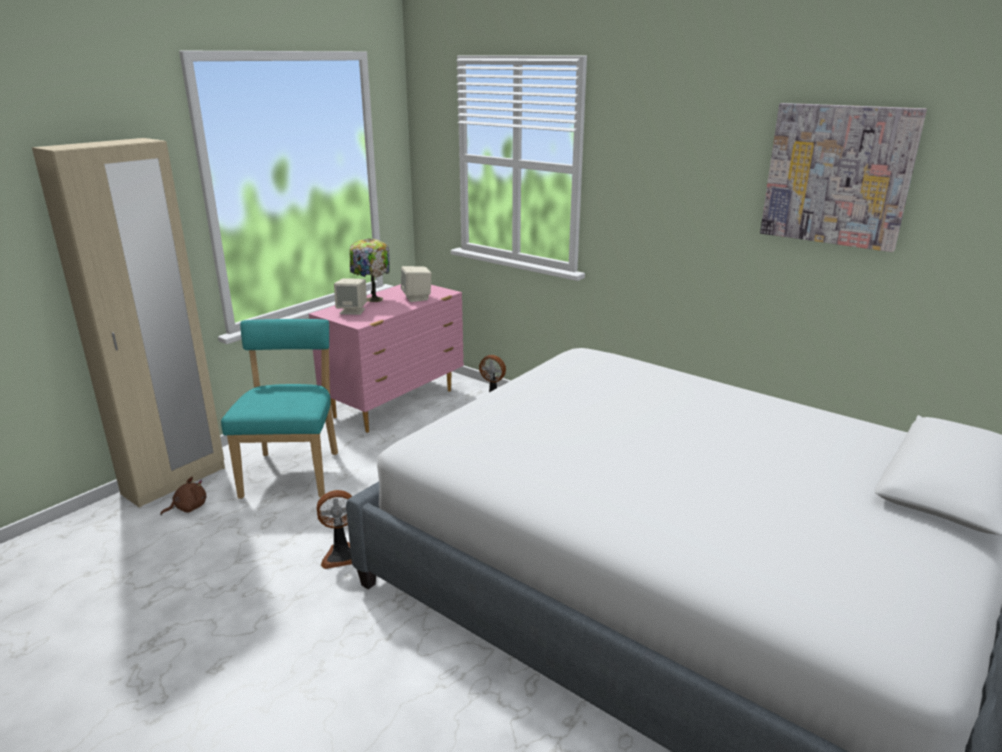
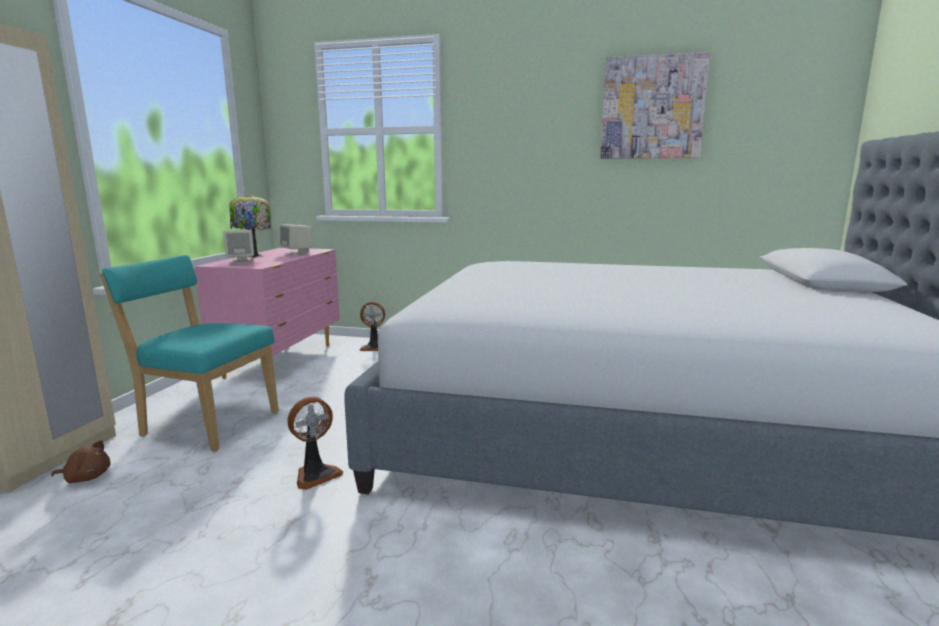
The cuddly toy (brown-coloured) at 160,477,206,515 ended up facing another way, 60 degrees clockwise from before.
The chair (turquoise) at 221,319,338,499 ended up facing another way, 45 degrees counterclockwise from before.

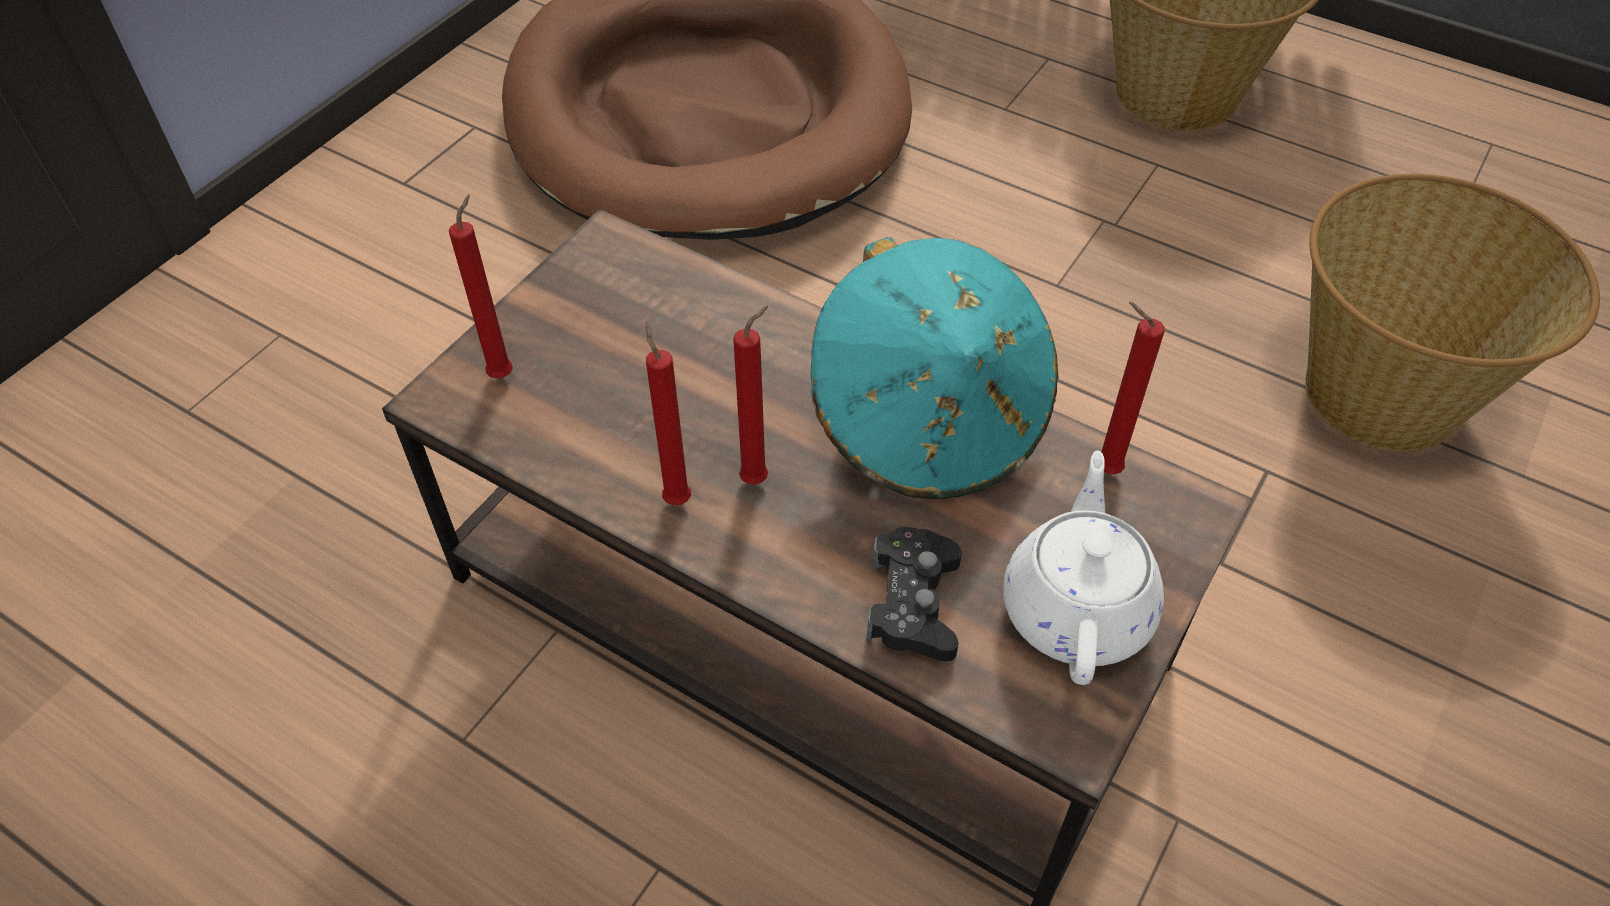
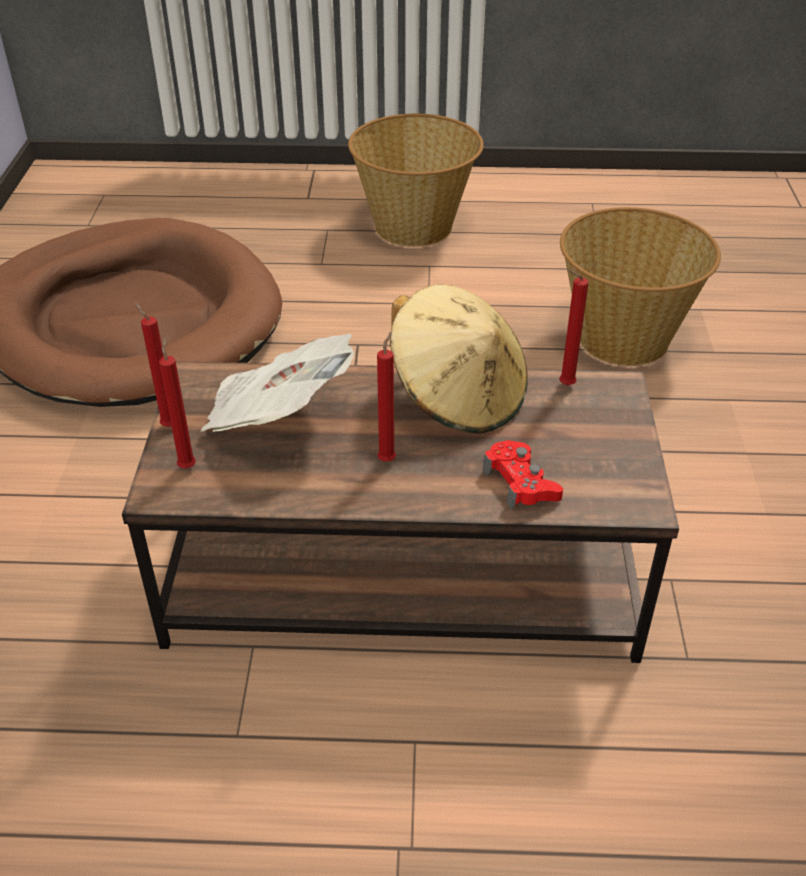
The wax candle (reddish) ended up elsewhere, having gone from 646,322,691,505 to 134,302,171,427.
What was the wearable hat (turquoise) at 811,237,1058,499 turned into the wearable hat (sand-coloured) at 390,284,528,433.
What was the game controller (blackish) at 866,527,962,662 turned into the game controller (reddish) at 483,440,563,509.
The second view lost the pot for tea (white) at 1003,450,1164,685.
The second view gained the daily paper at 201,334,354,432.

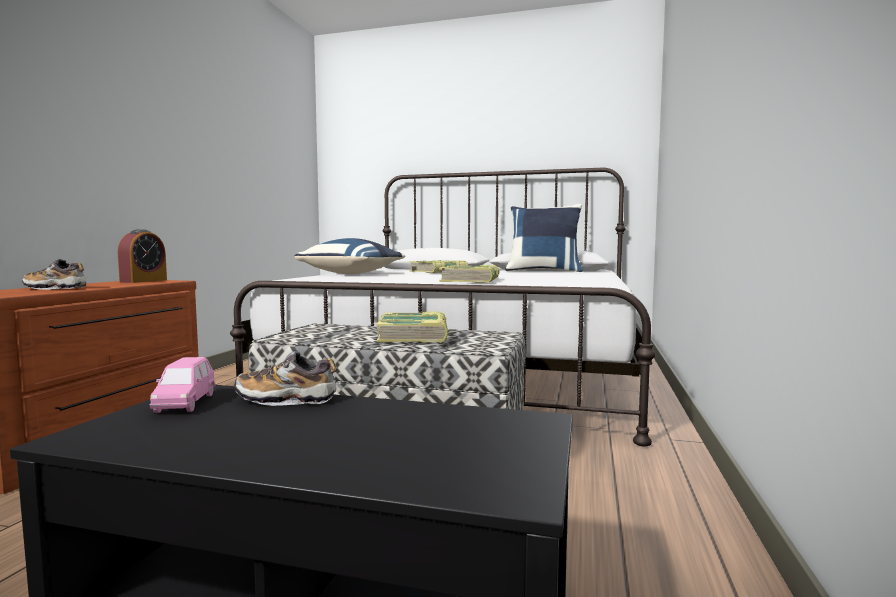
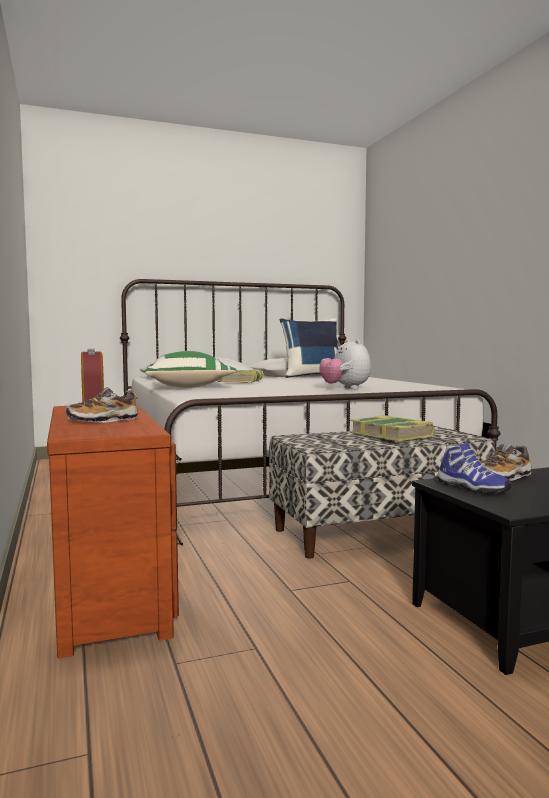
Where the model car (pink) stood at 150,357,215,413, the item of footwear came to stand at 437,443,511,494.
What was the throw pillow (bluish) at 294,238,405,274 turned into the throw pillow (green) at 145,351,236,388.
Where the bound book stood at 439,265,499,283, the cuddly toy came to stand at 319,339,371,389.

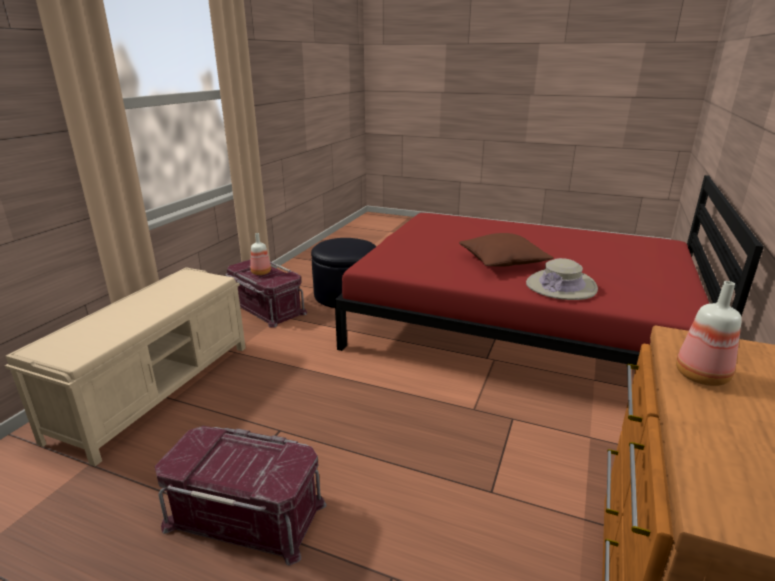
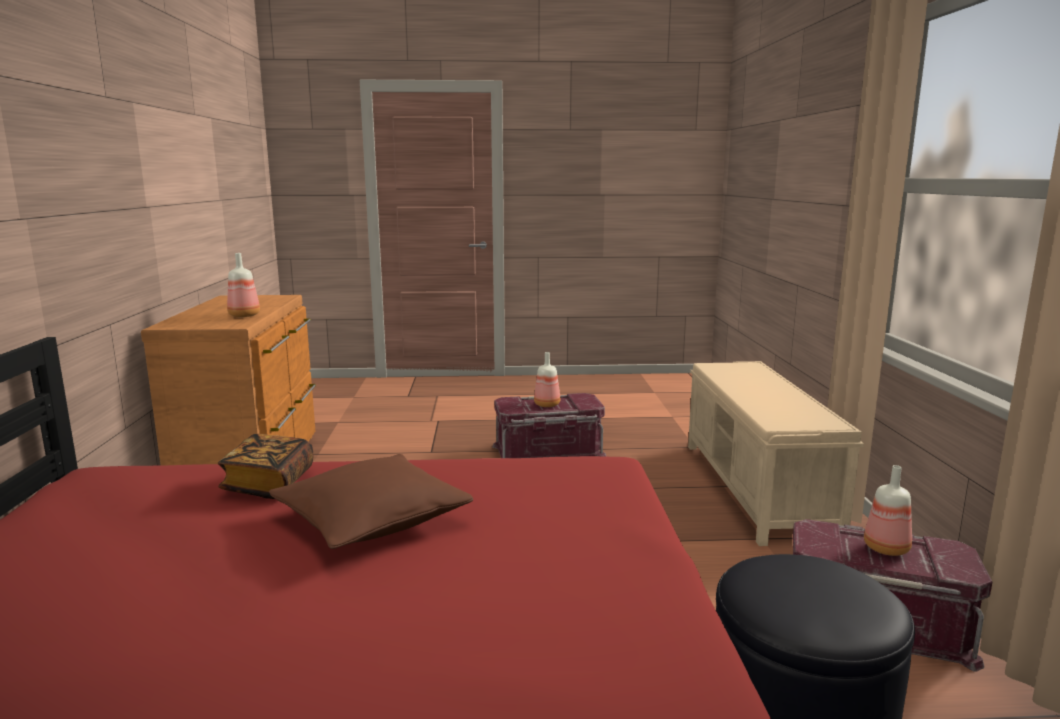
Where the wearable hat (sand-coloured) stood at 526,258,598,300, the bound book came to stand at 218,434,313,499.
The second view gained the beverage bottle at 534,352,560,407.

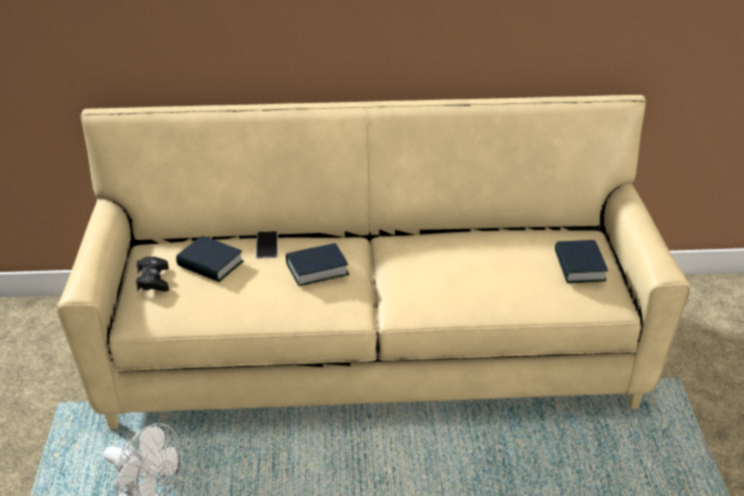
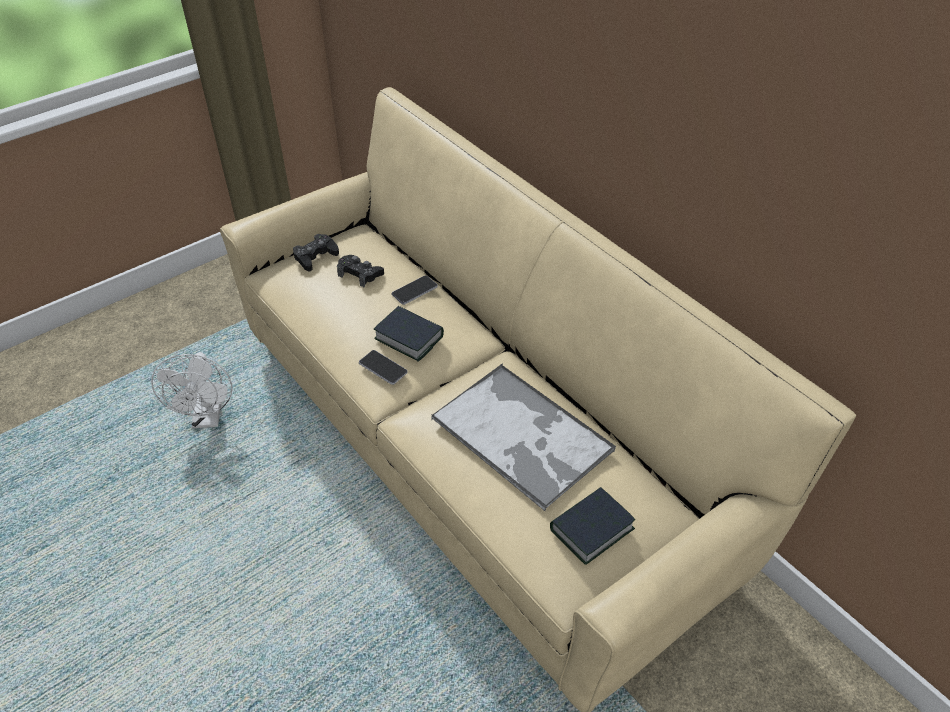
Where the bound book stood at 176,236,243,282, the game controller (blackish) came to stand at 337,255,384,287.
The second view gained the handset at 359,350,408,385.
The second view gained the serving tray at 431,363,616,511.

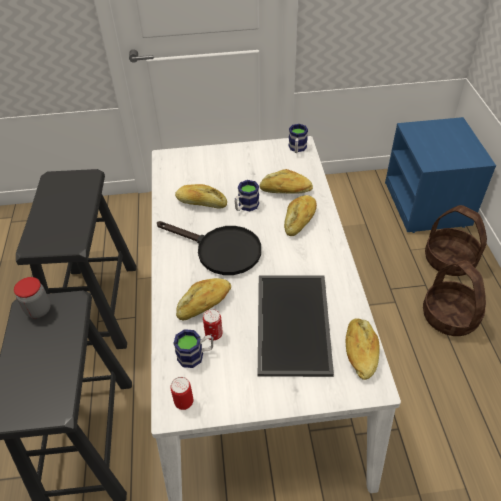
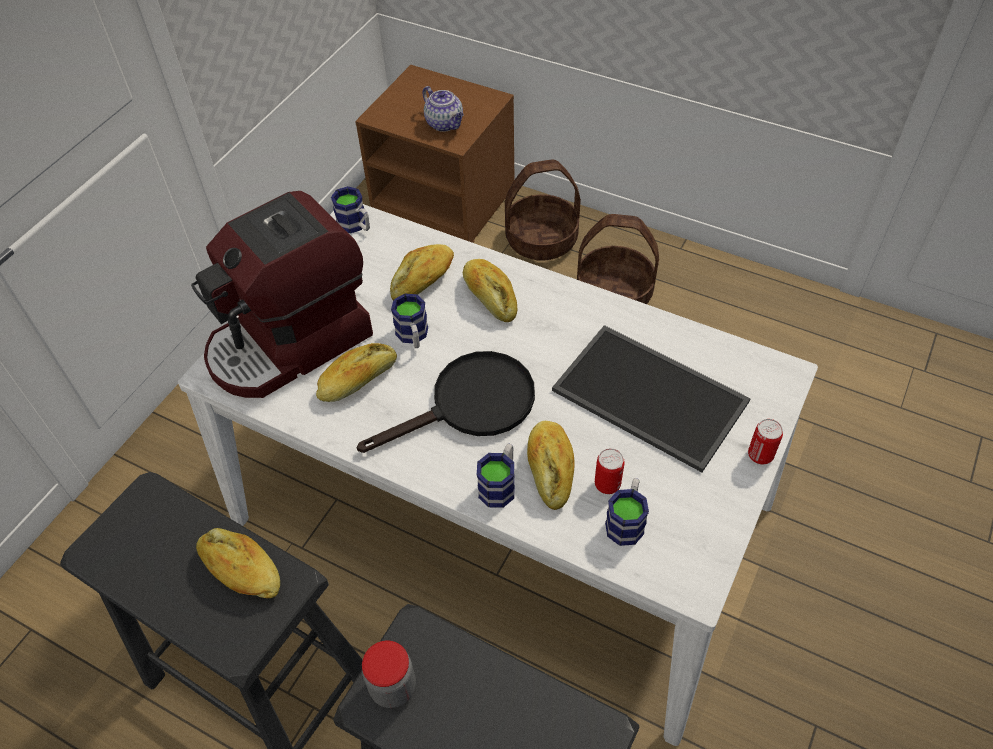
The can ended up elsewhere, having gone from 170,377,193,410 to 748,419,783,464.
The baked bread ended up elsewhere, having gone from 346,318,379,380 to 196,528,280,598.
What was the nightstand (bluish) at 385,117,496,233 turned into the nightstand (brown-coloured) at 355,65,515,243.
The second view gained the coffee brewer at 191,191,373,398.
The second view gained the pot for tea at 422,86,464,132.
The second view gained the coffee mug at 477,443,515,508.

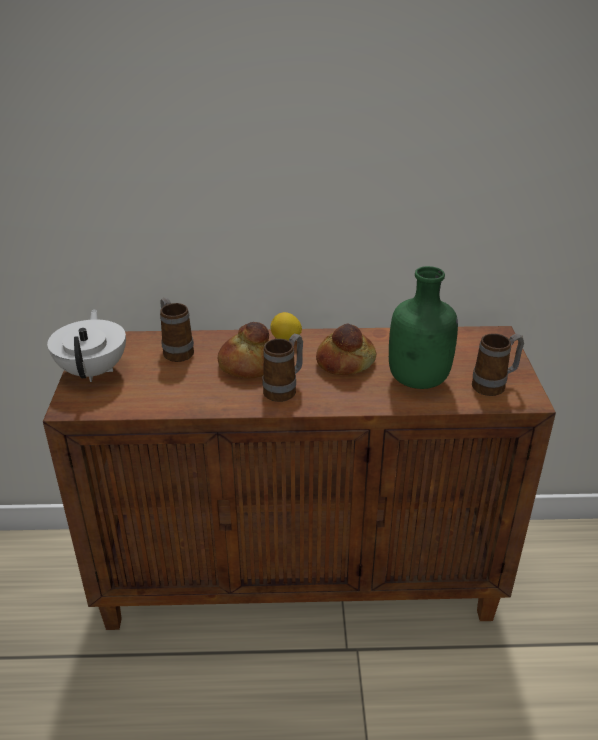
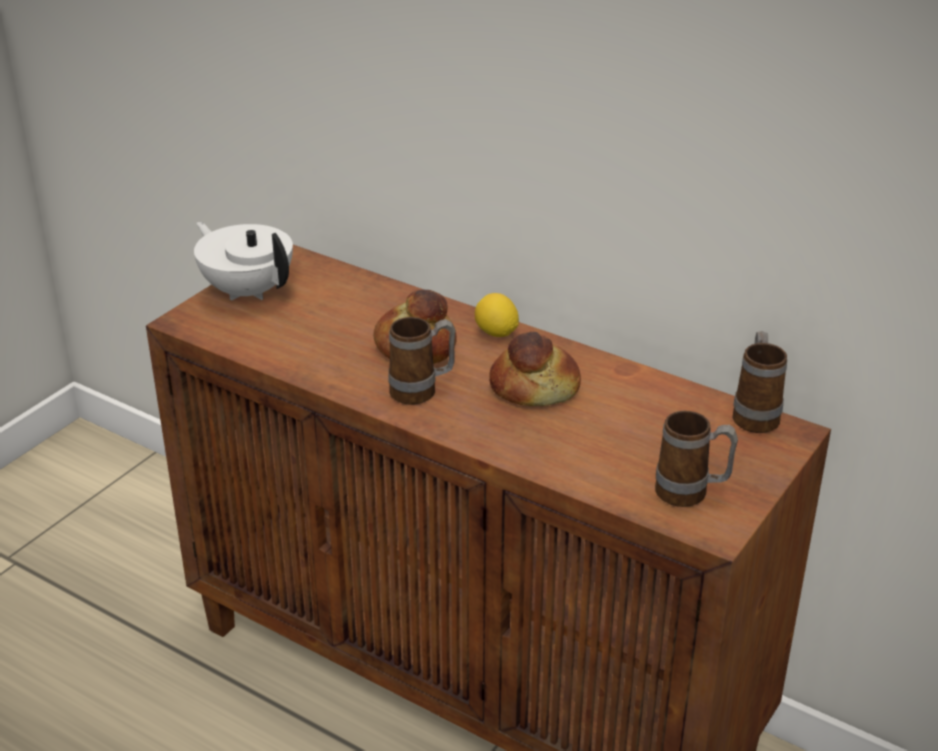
The pot for tea (white) at 47,309,126,382 ended up facing another way, 75 degrees counterclockwise from before.
The coffee mug ended up elsewhere, having gone from 160,298,194,362 to 732,331,787,433.
The second view lost the beverage bottle (green) at 389,266,458,389.

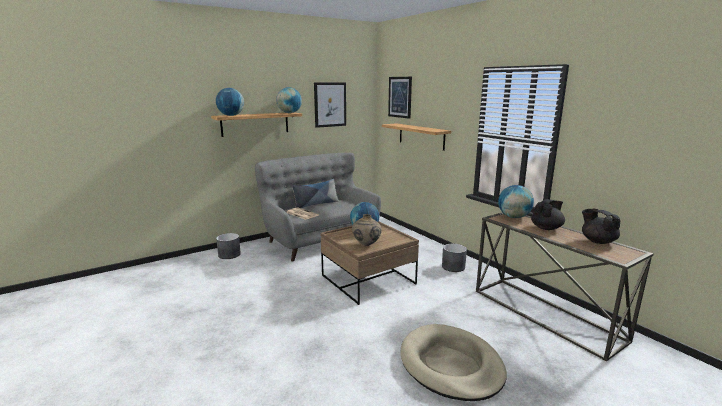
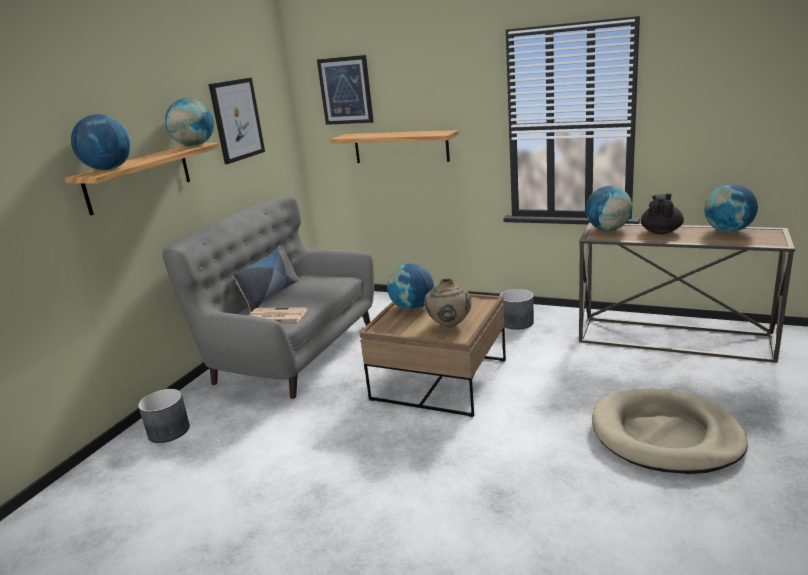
Where the pot for tea (blackish) stood at 582,209,620,244, the globe came to stand at 704,184,758,232.

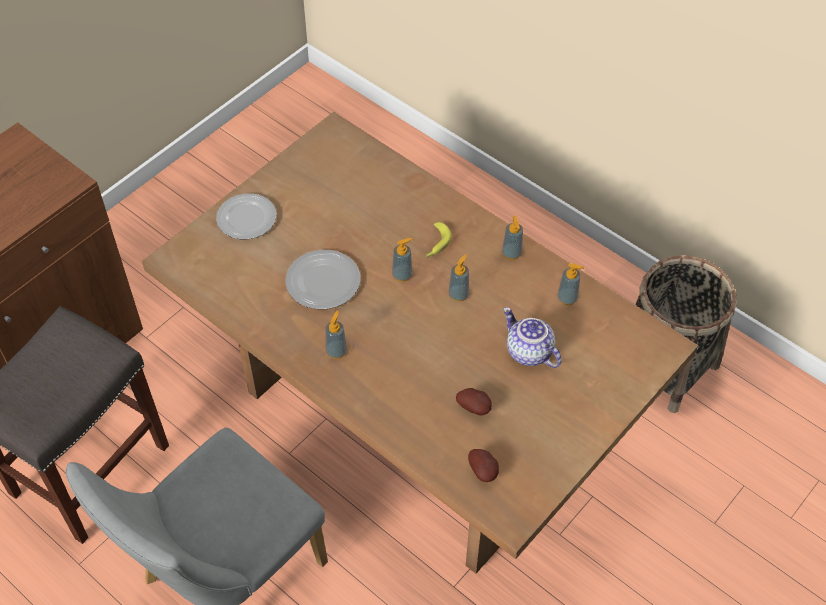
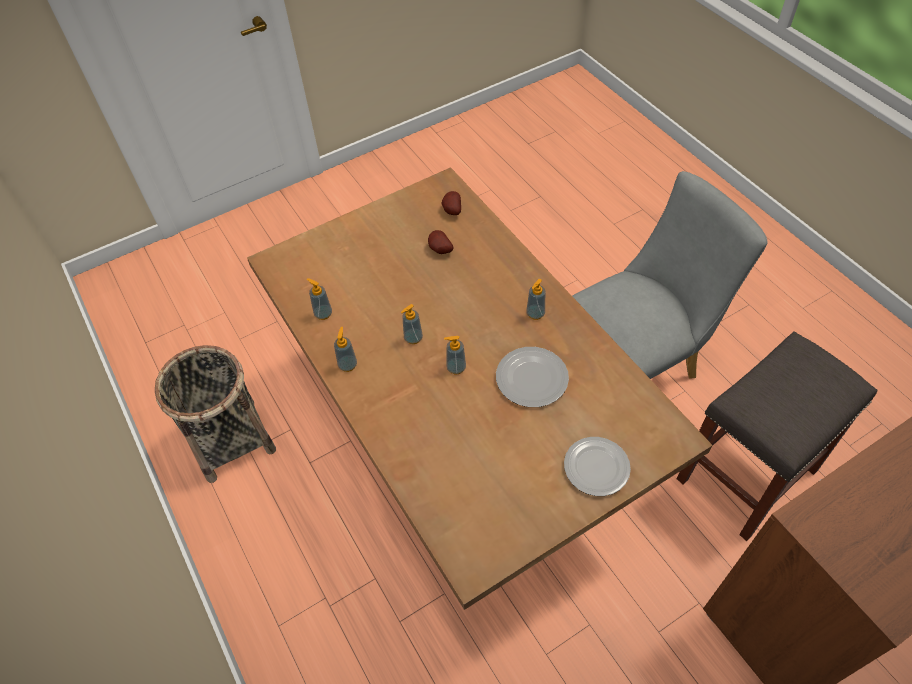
The second view lost the banana fruit at 426,222,452,257.
The second view lost the pot for tea at 503,307,562,368.

